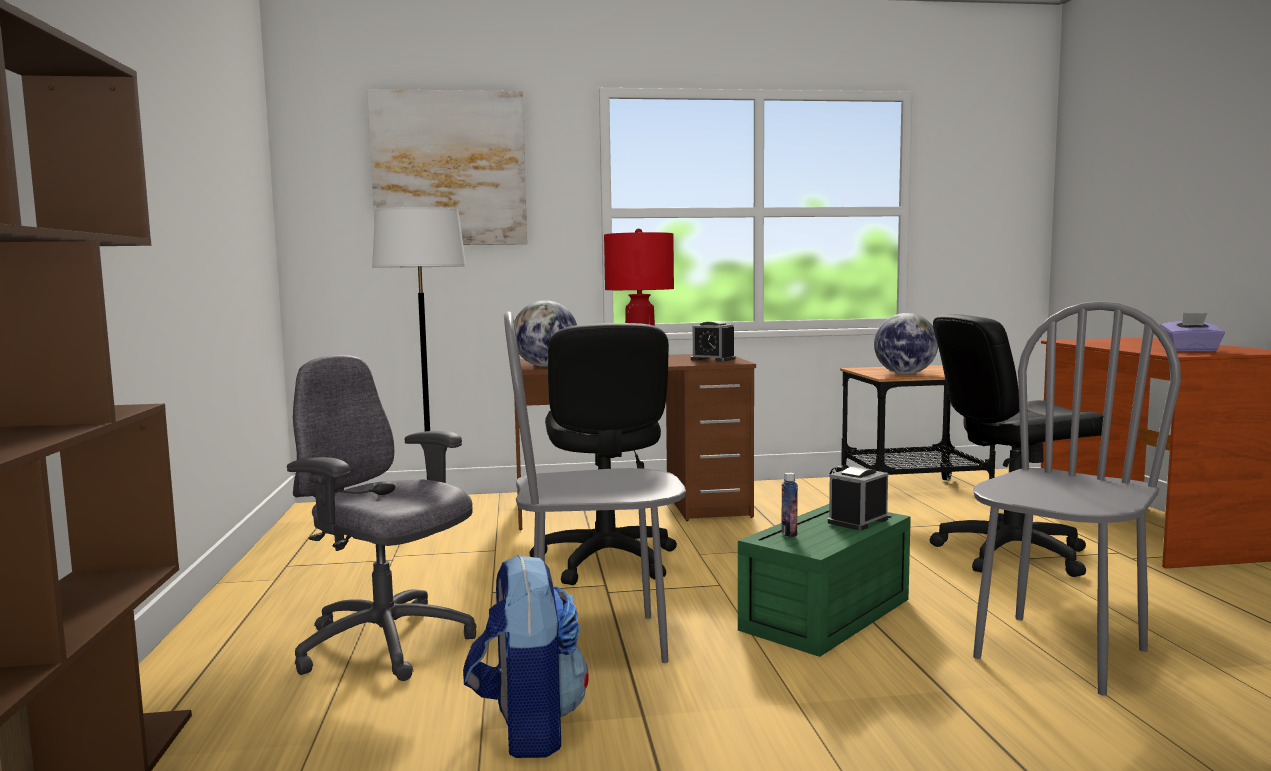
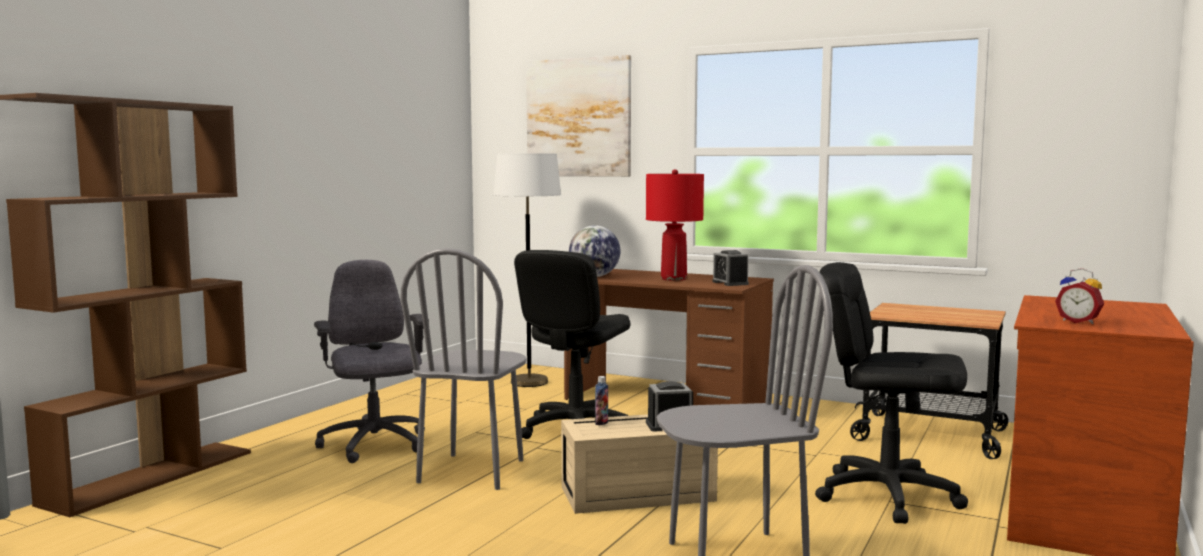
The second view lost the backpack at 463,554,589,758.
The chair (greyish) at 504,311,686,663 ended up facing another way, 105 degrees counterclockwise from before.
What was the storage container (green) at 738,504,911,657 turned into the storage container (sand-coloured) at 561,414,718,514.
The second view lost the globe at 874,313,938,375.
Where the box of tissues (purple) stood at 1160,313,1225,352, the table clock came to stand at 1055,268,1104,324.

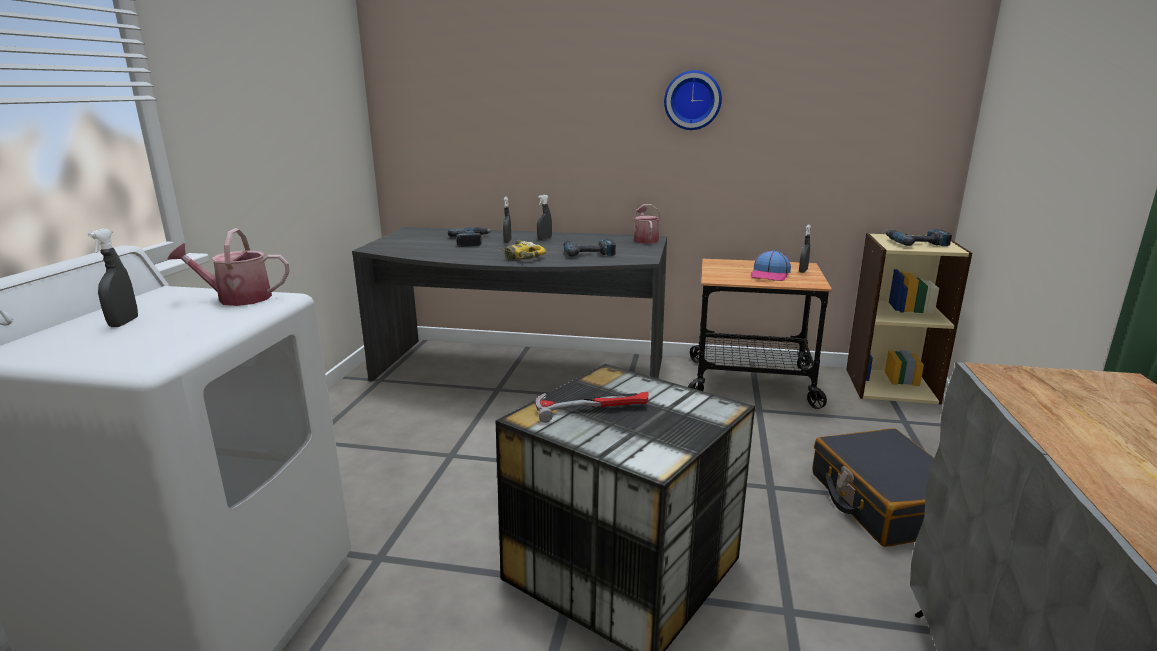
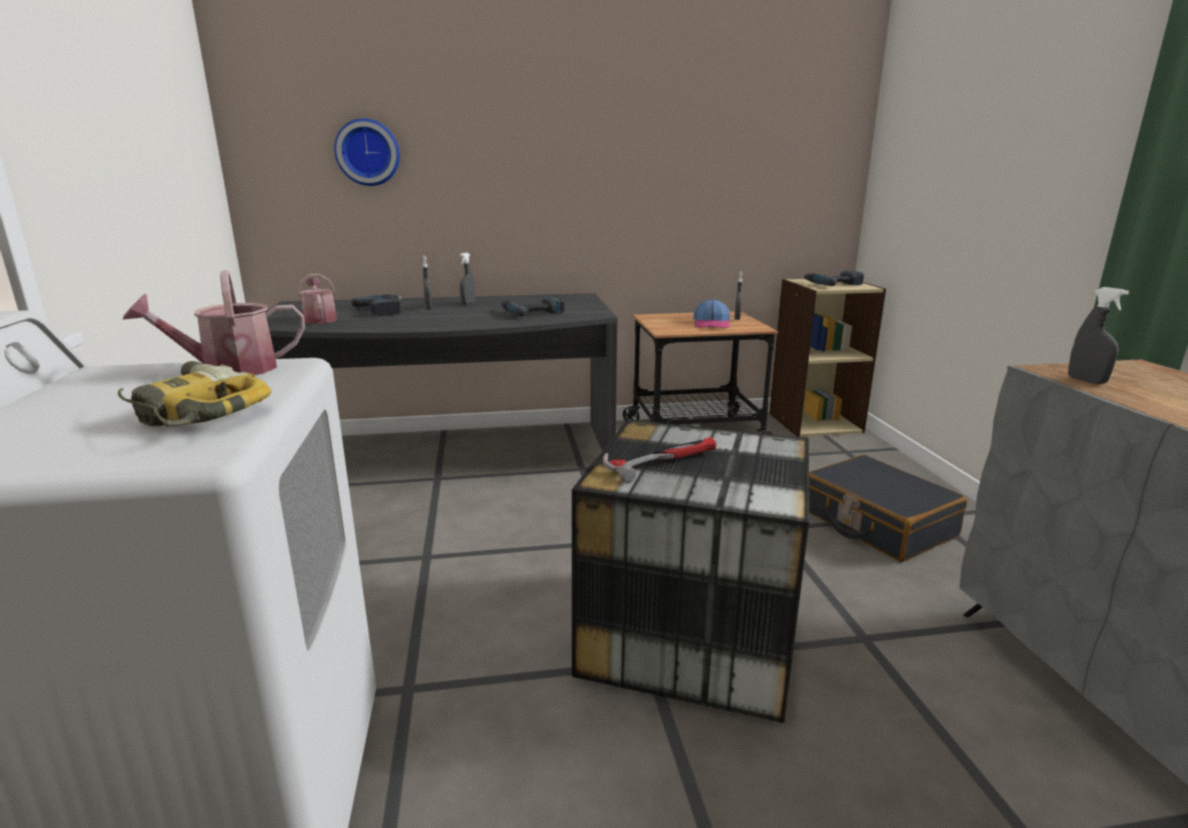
The hand sprayer (greyish) ended up elsewhere, having gone from 88,228,138,327 to 1068,287,1129,384.
The power drill ended up elsewhere, having gone from 499,240,546,260 to 118,361,271,426.
The watering pot ended up elsewhere, having gone from 633,204,661,244 to 298,274,337,324.
The clock on the wall ended up elsewhere, having gone from 664,70,722,130 to 334,118,400,186.

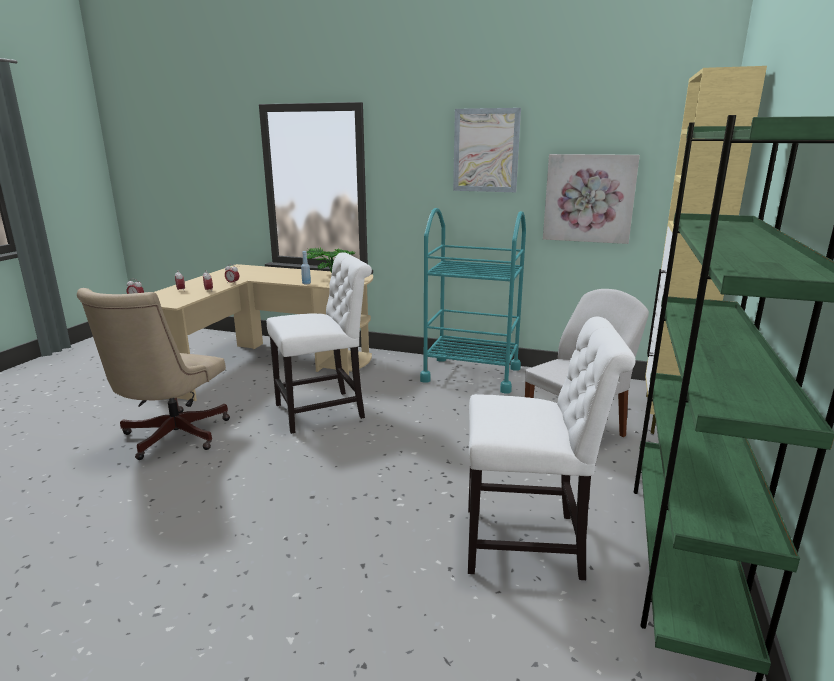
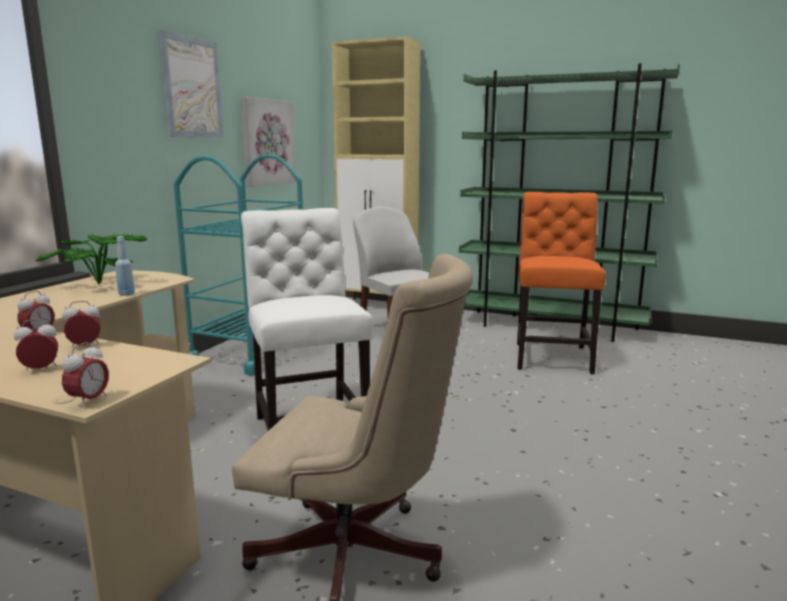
What was the chair (white) at 468,317,636,580 turned into the chair (orangey) at 517,192,606,374.

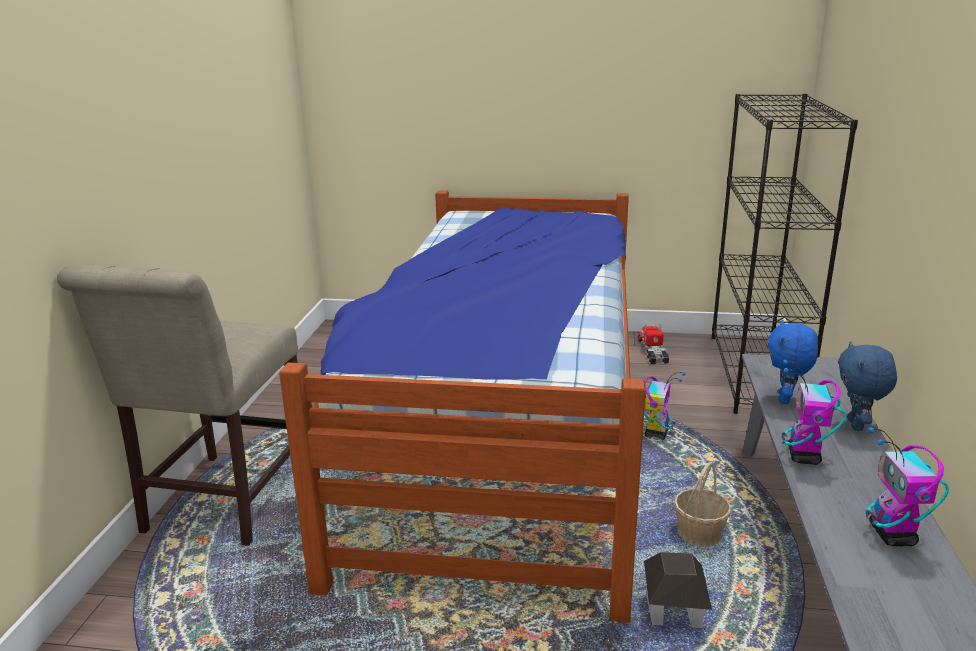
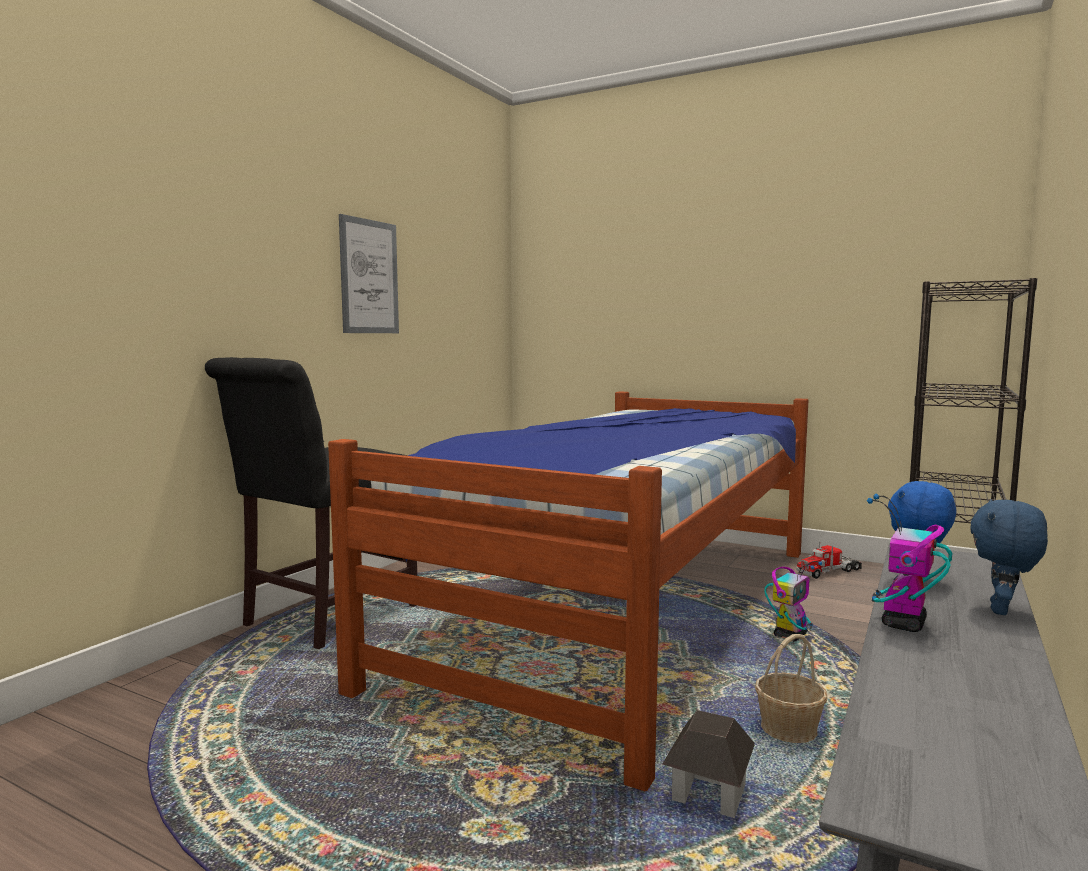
What was the chair (sand-coloured) at 57,265,298,546 turned into the chair (blackish) at 205,357,417,649.
The toy truck at 638,324,669,364 ended up facing another way, 135 degrees counterclockwise from before.
The second view lost the model robot at 865,427,949,546.
The second view gained the wall picture at 339,214,399,333.

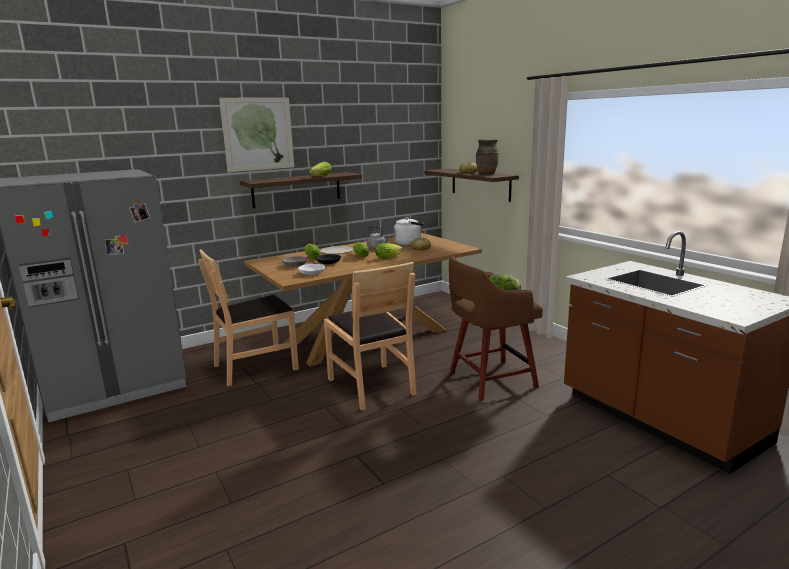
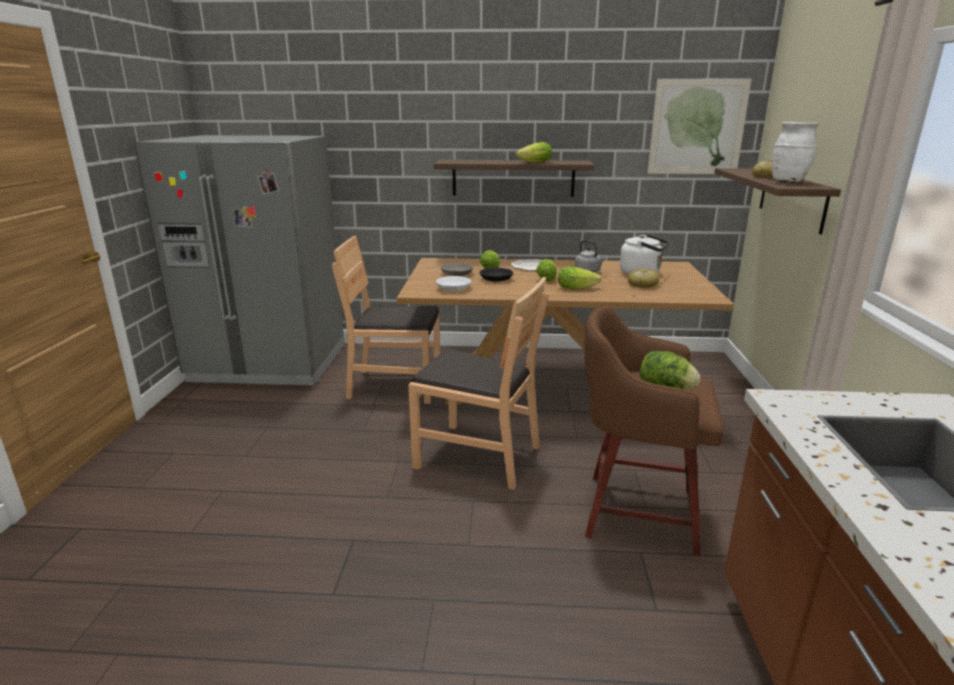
The wall picture ended up elsewhere, having gone from 219,97,294,172 to 648,79,752,174.
The chair (brown-coloured) at 324,262,417,410 ended up facing another way, 75 degrees counterclockwise from before.
What was the decorative vase (brown-coloured) at 476,140,499,175 turned into the decorative vase (white) at 772,122,819,183.

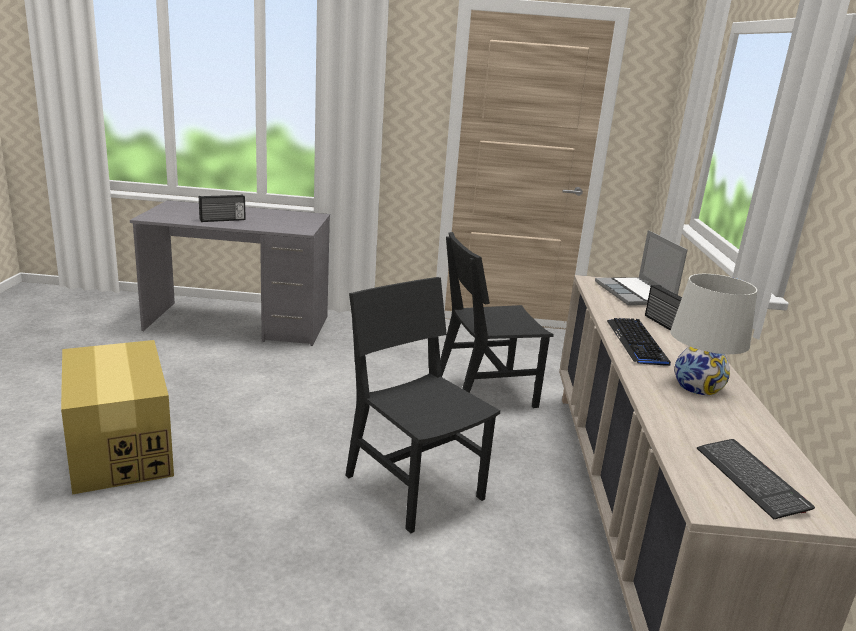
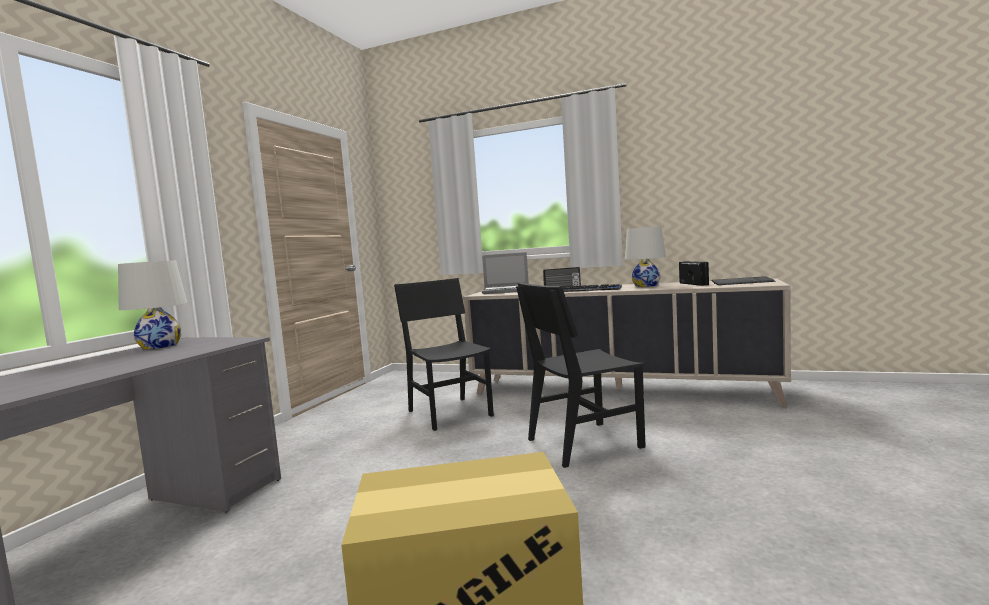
The radio set ended up elsewhere, having gone from 199,194,246,222 to 679,261,709,286.
The chair (blackish) at 440,232,554,408 ended up facing another way, 150 degrees clockwise from before.
The second view gained the tabletop lamp (white) at 118,260,187,349.

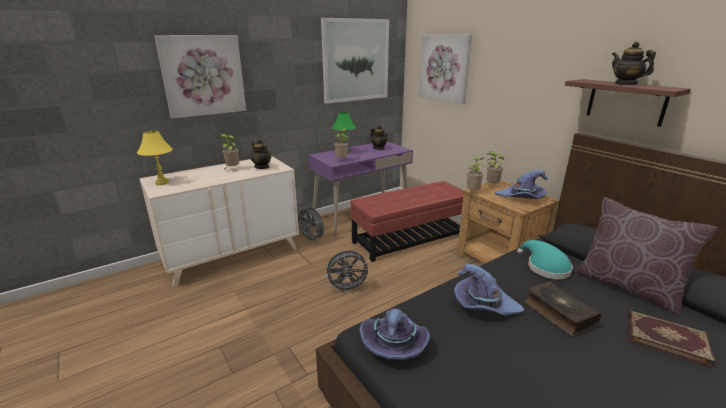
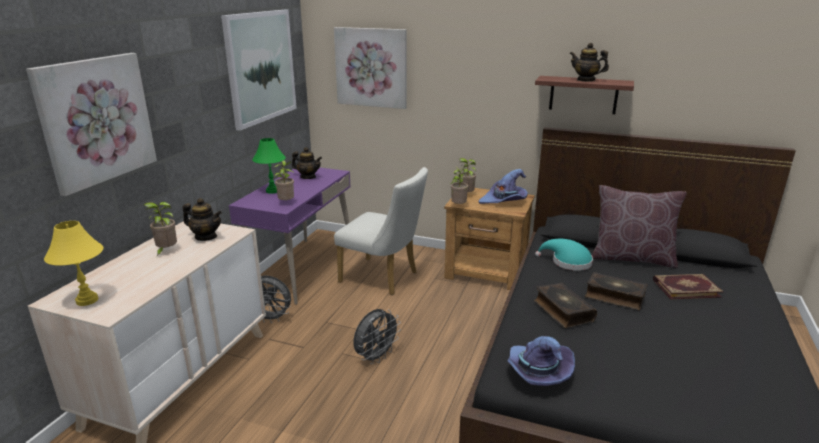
Where the ottoman (reddish) stood at 350,181,464,262, the chair (white) came to stand at 334,167,428,295.
Where the wearable hat (purple) stood at 454,264,524,316, the bound book came to stand at 534,283,597,328.

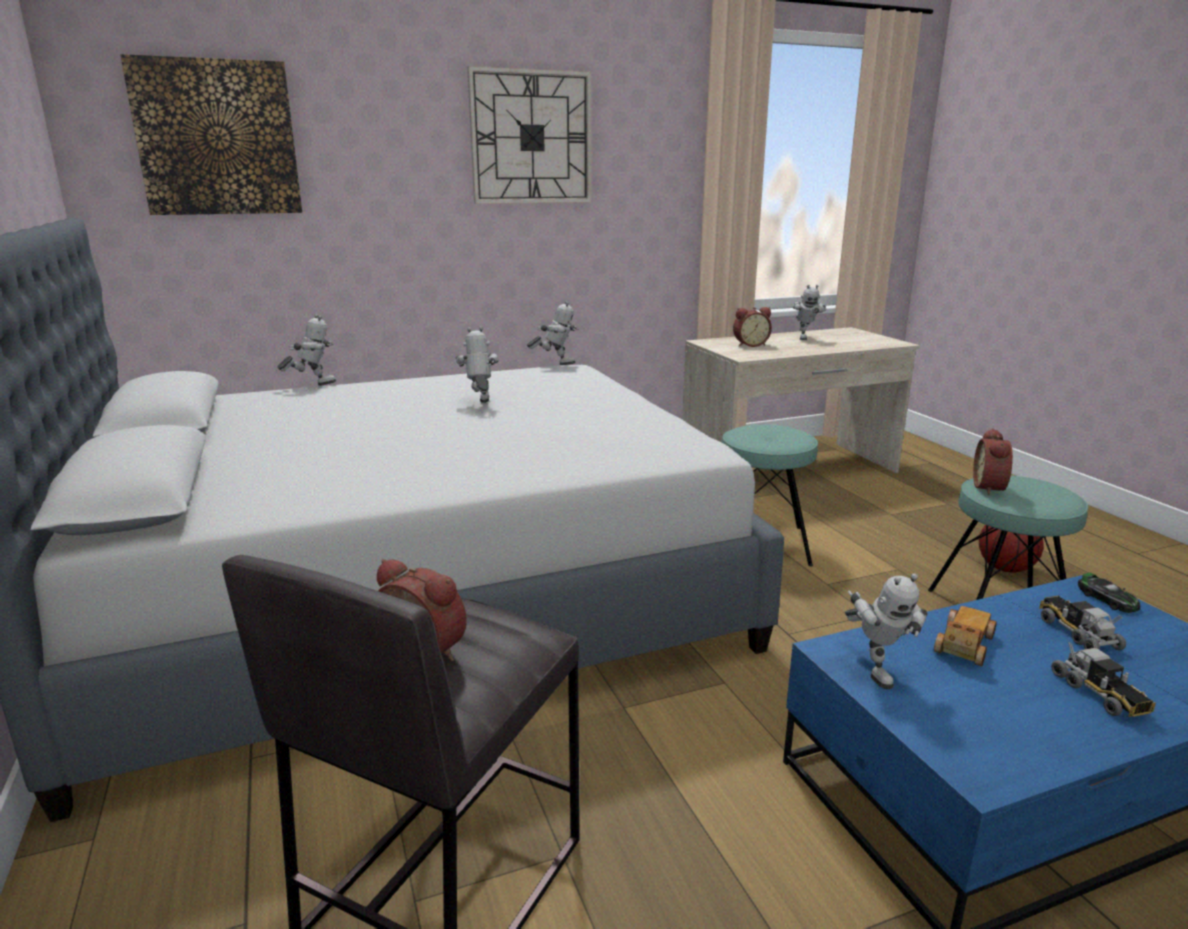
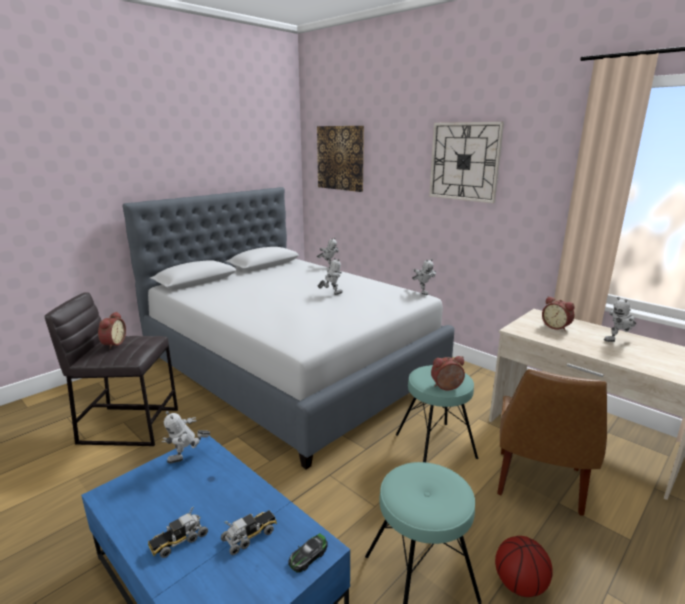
The second view lost the model car at 934,606,997,666.
The table clock ended up elsewhere, having gone from 973,428,1013,495 to 431,356,465,391.
The second view gained the chair (brown-coloured) at 497,369,607,516.

